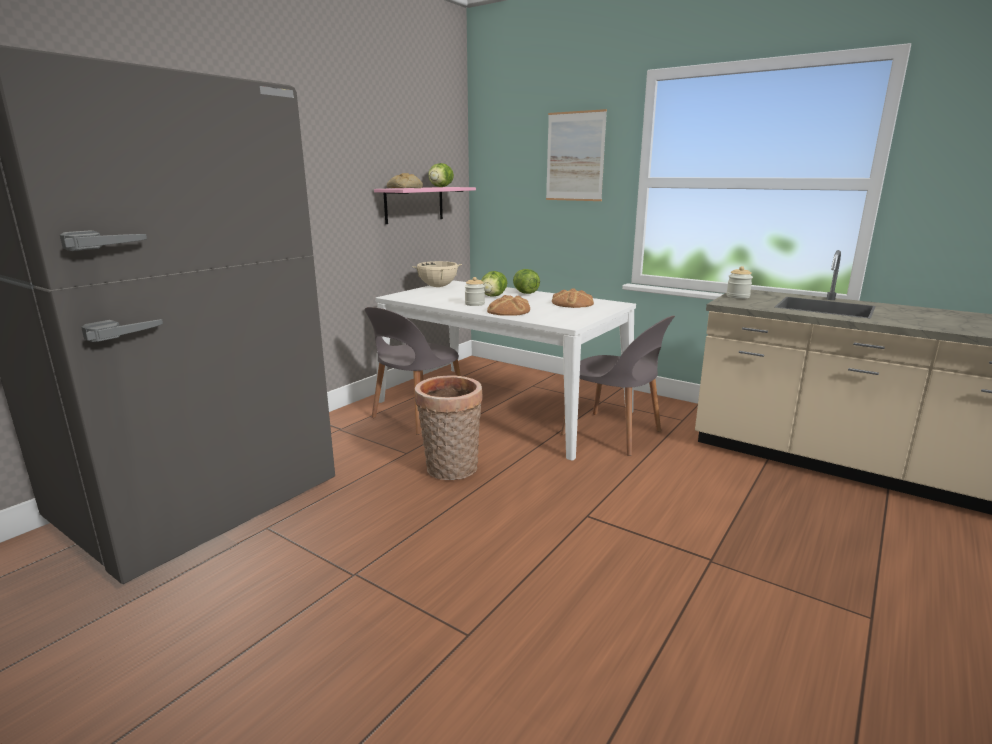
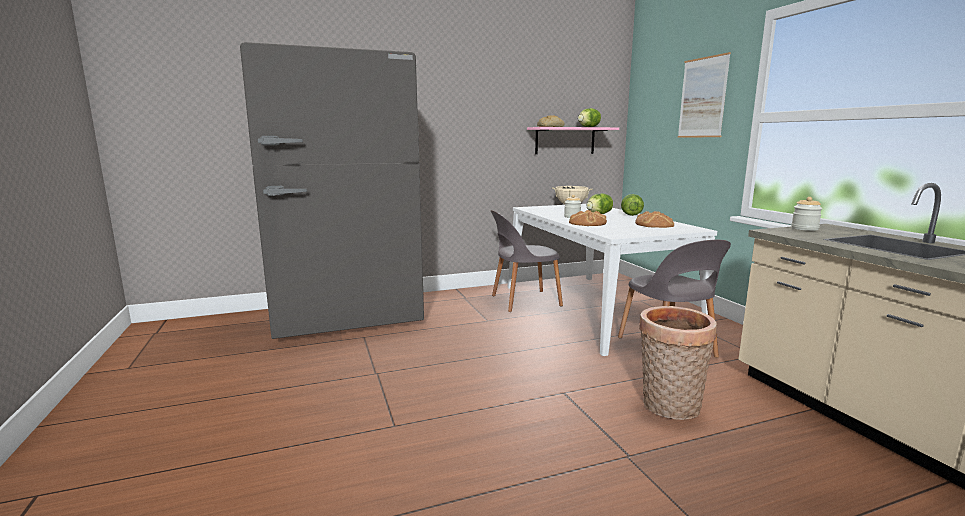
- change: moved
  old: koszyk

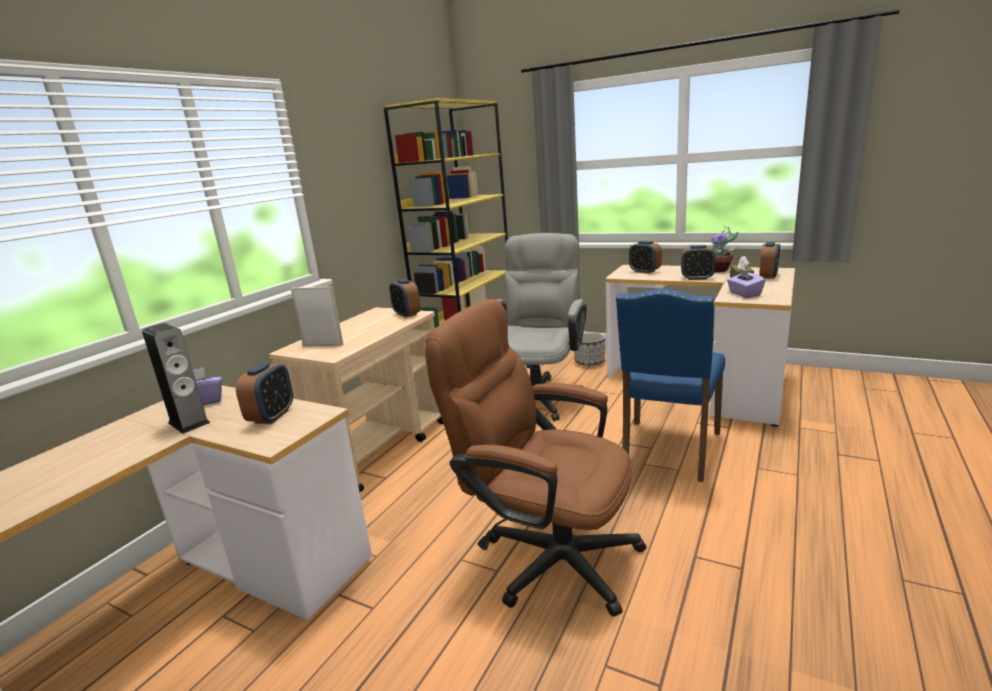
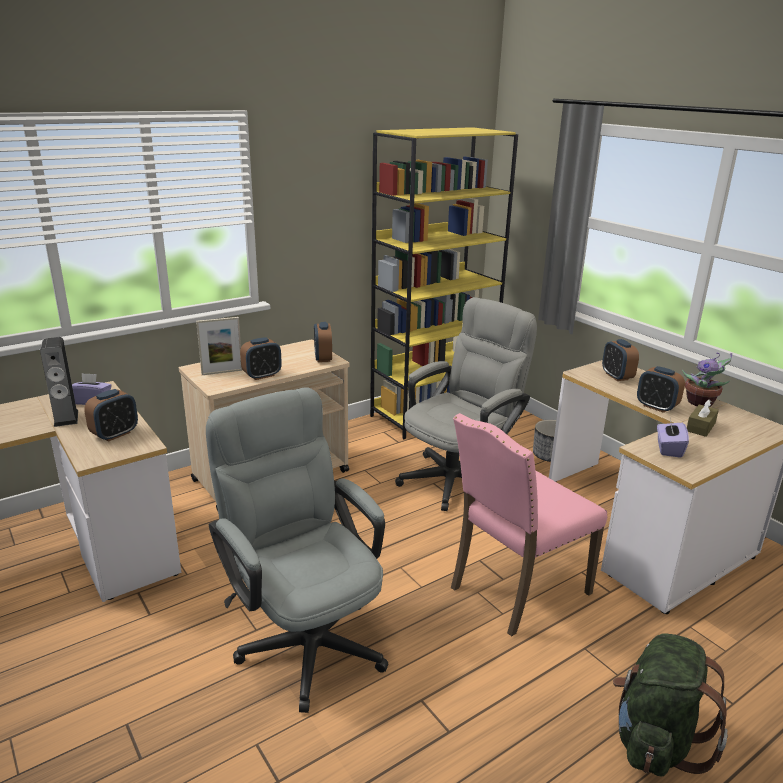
- change: turned
  old: ramka na zdjęcie
  degrees: 120
- change: recoloured
  old: krzesło biurowe/brązowy
  new: krzesło biurowe/szary (1st from left)
- change: recoloured
  old: krzesło/niebieski
  new: krzesło/różowy
- change: moved
  old: budzik (5th from left in the first image)
  new: budzik (2nd from left)
- change: added
  new: plecak/zielony

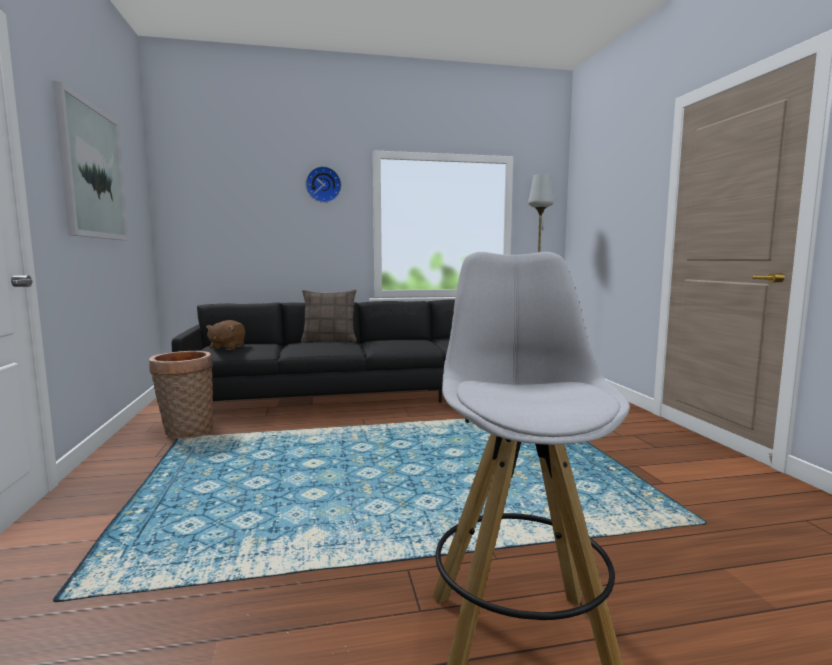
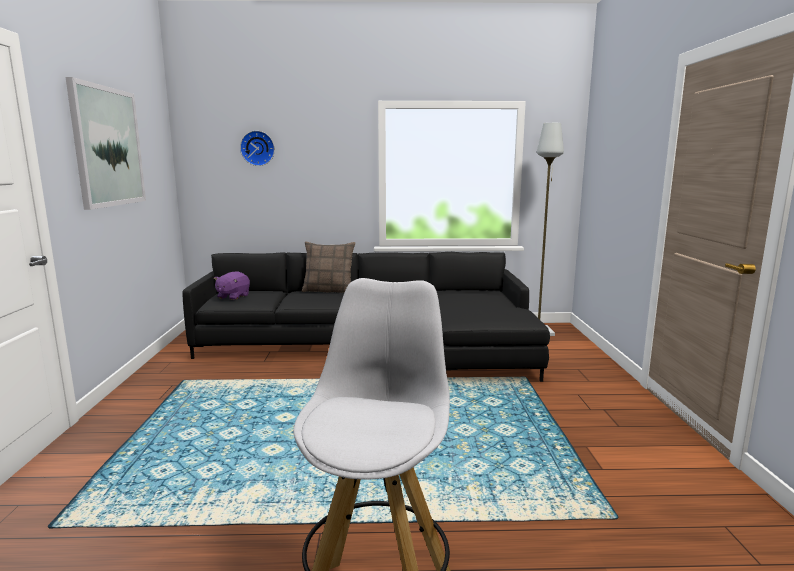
- change: removed
  old: koszyk
- change: recoloured
  old: pluszak/brązowy
  new: pluszak/fioletowy
- change: moved
  old: zegar ścienny

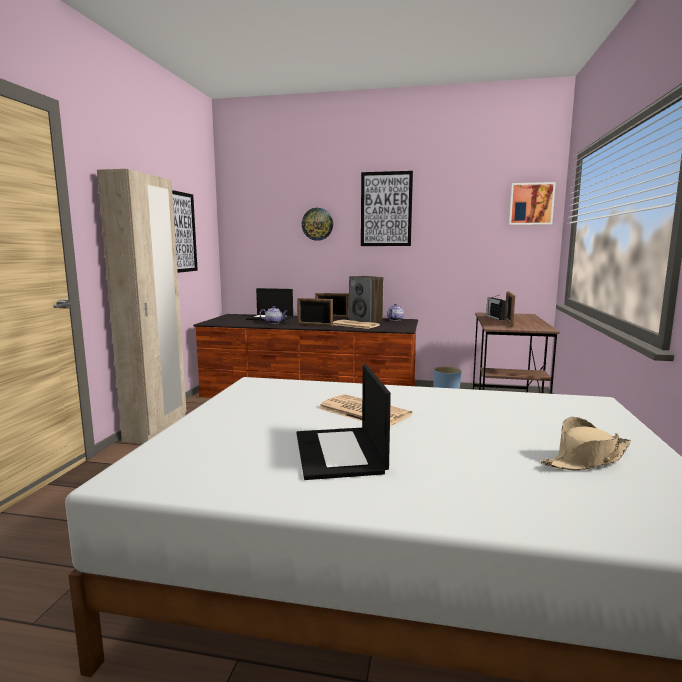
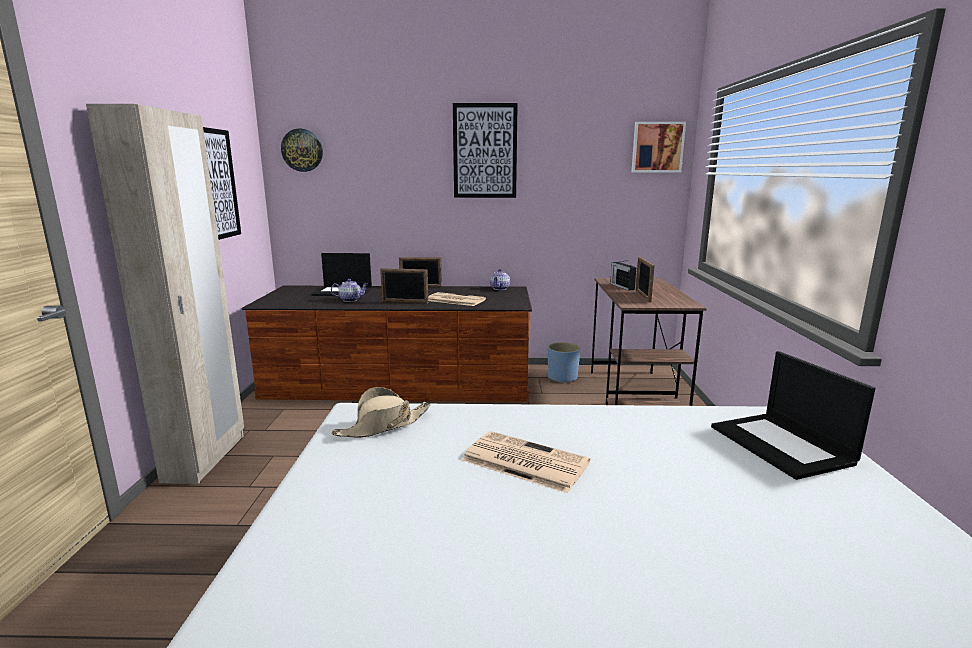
- change: moved
  old: laptop (2nd from left)
- change: moved
  old: zegar ścienny
- change: removed
  old: głośnik
- change: moved
  old: kapelusz/beżowy

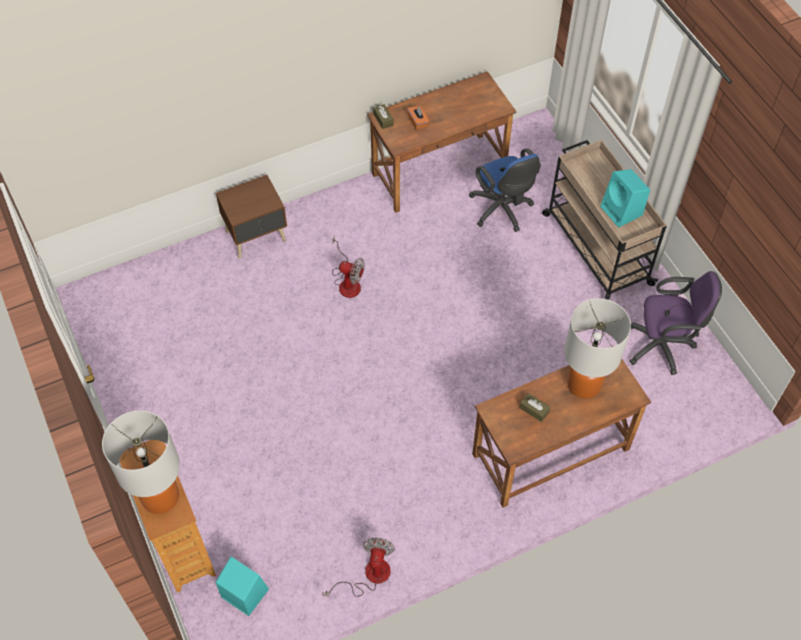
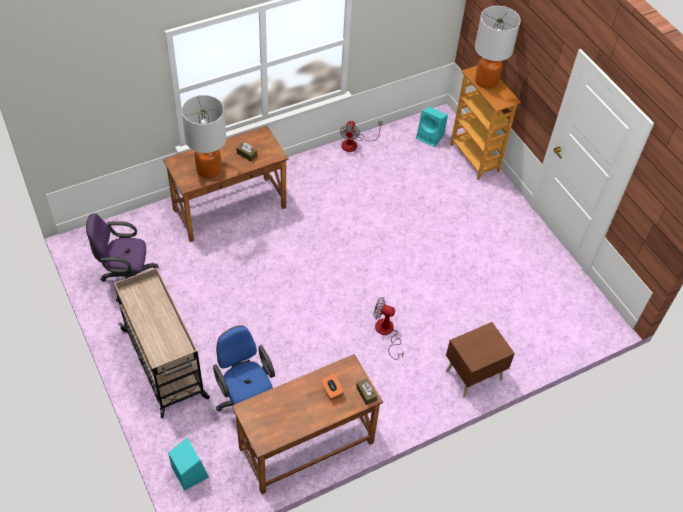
- change: moved
  old: głośnik/turkusowy (2nd from left in the first image)
  new: głośnik/turkusowy (1st from left)

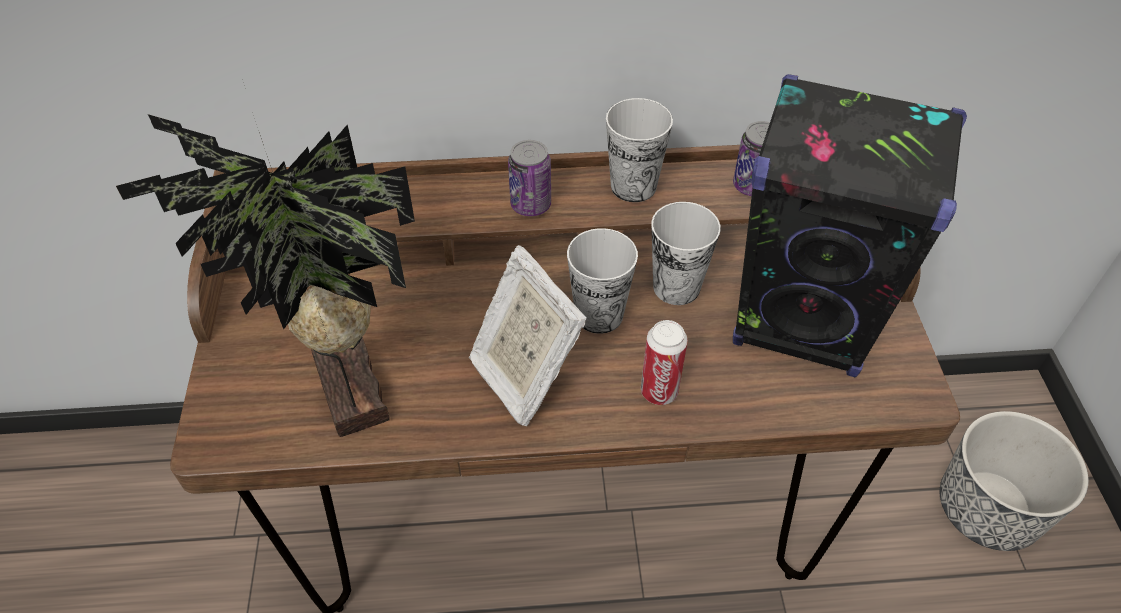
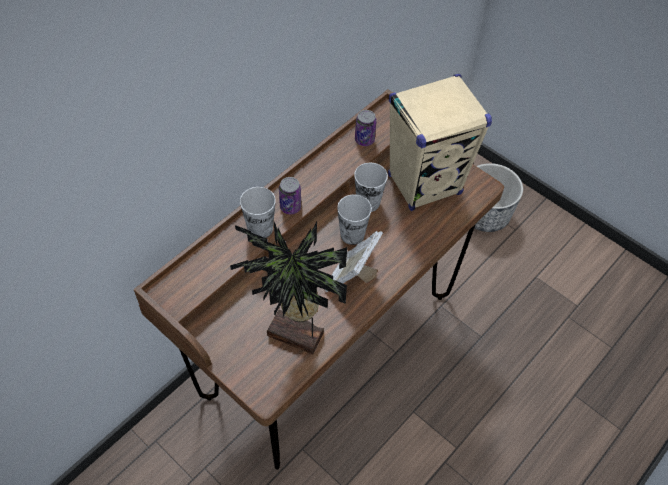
- change: turned
  old: ramka na zdjęcie
  degrees: 105
- change: moved
  old: filiżanka (2nd from left in the first image)
  new: filiżanka (1st from left)
- change: removed
  old: puszka (2nd from left)
- change: recoloured
  old: głośnik/czarny
  new: głośnik/beżowy

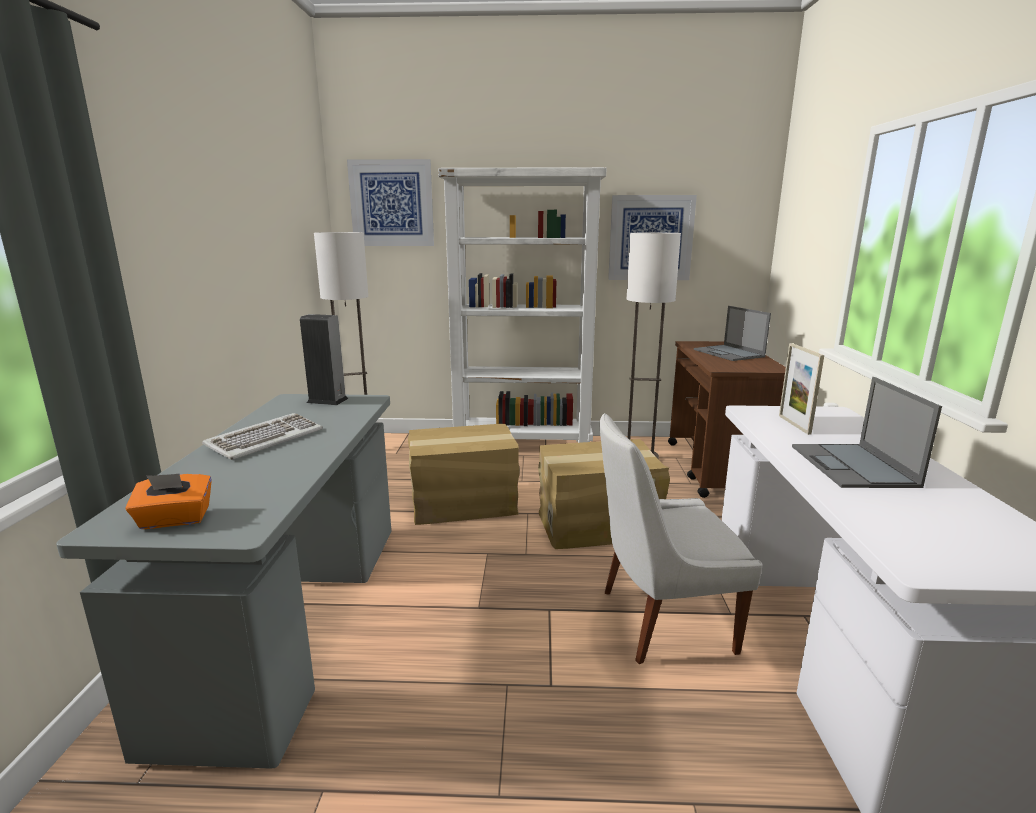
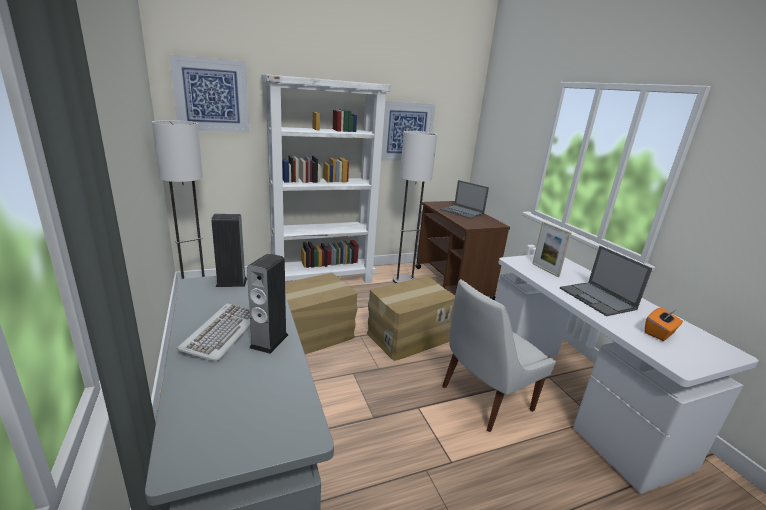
- change: moved
  old: pudełko chusteczek/pomarańczowy
- change: added
  new: głośnik (2nd from left)

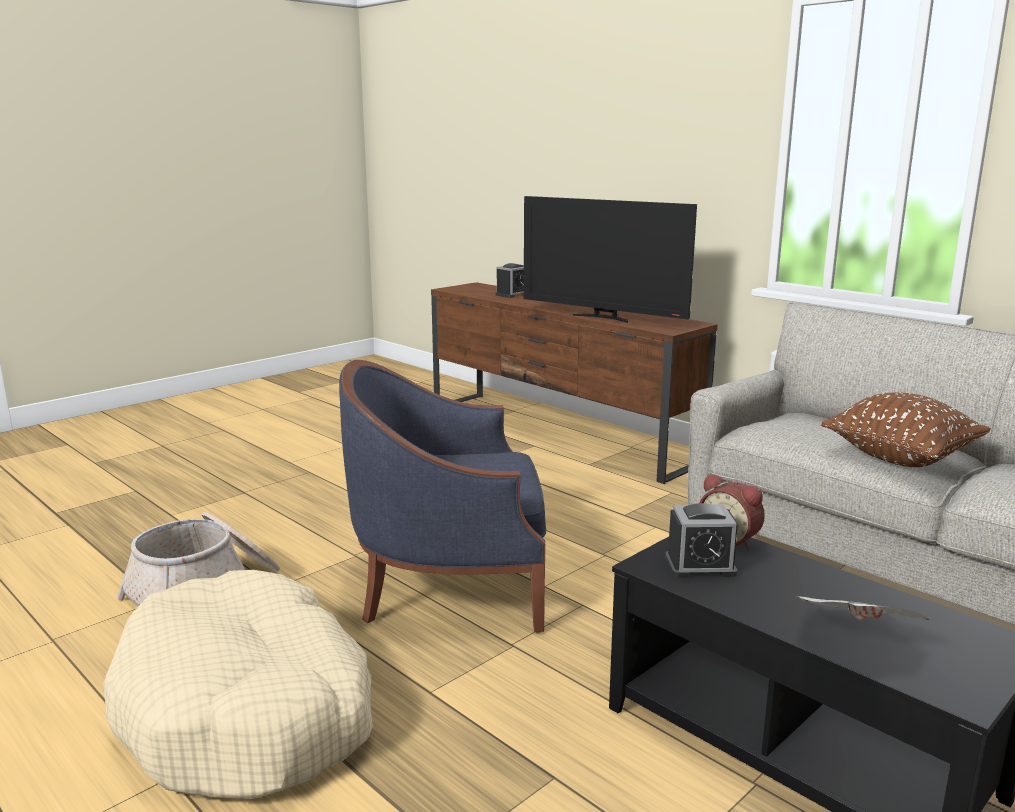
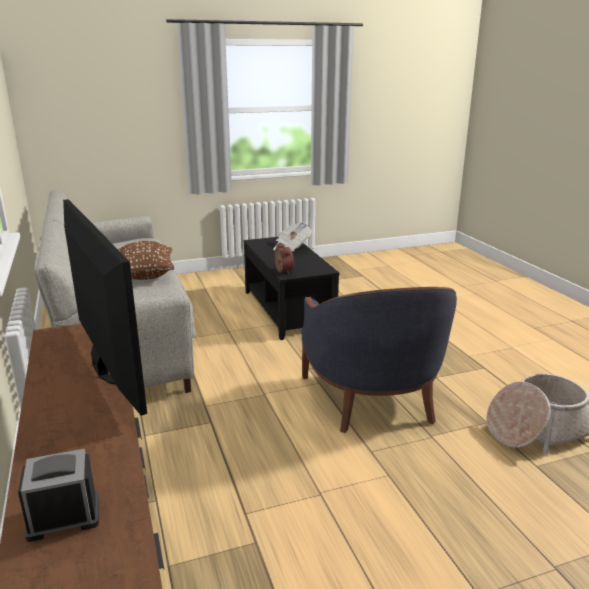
- change: removed
  old: legowisko/beżowy
- change: turned
  old: fotel/niebieski
  degrees: 60
- change: removed
  old: budzik (2nd from left)

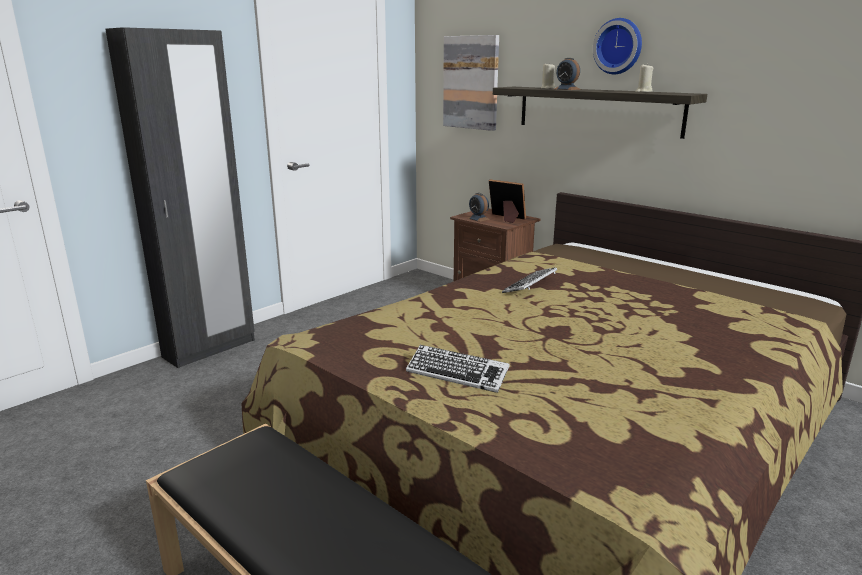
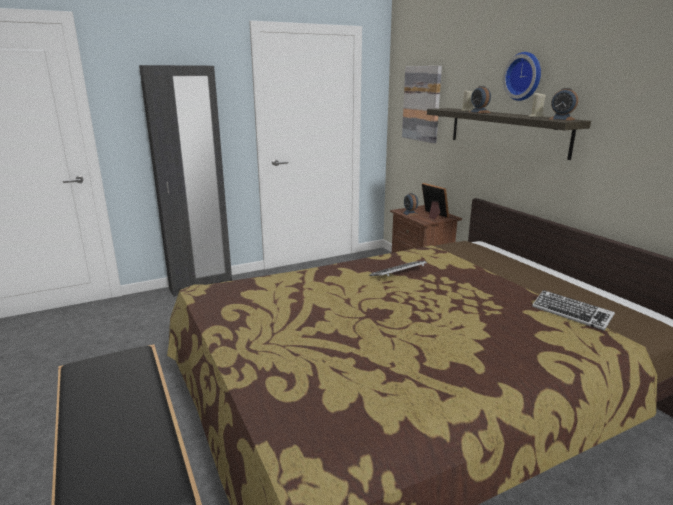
- change: moved
  old: klawiatura (1st from left in the first image)
  new: klawiatura (2nd from left)
- change: added
  new: budzik (3rd from left)

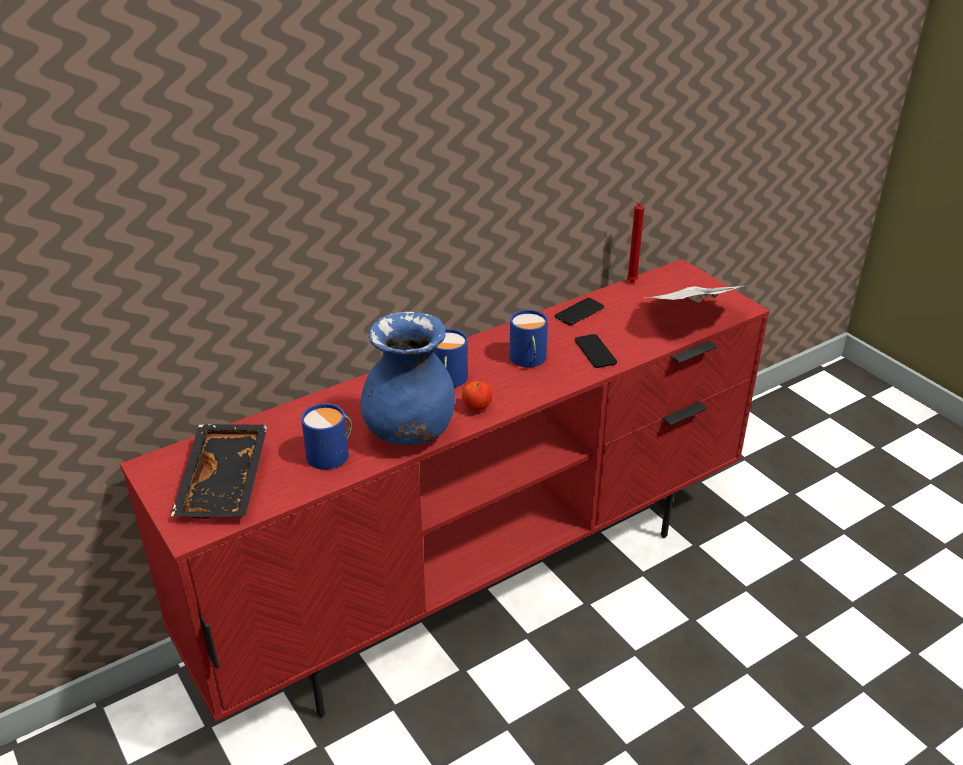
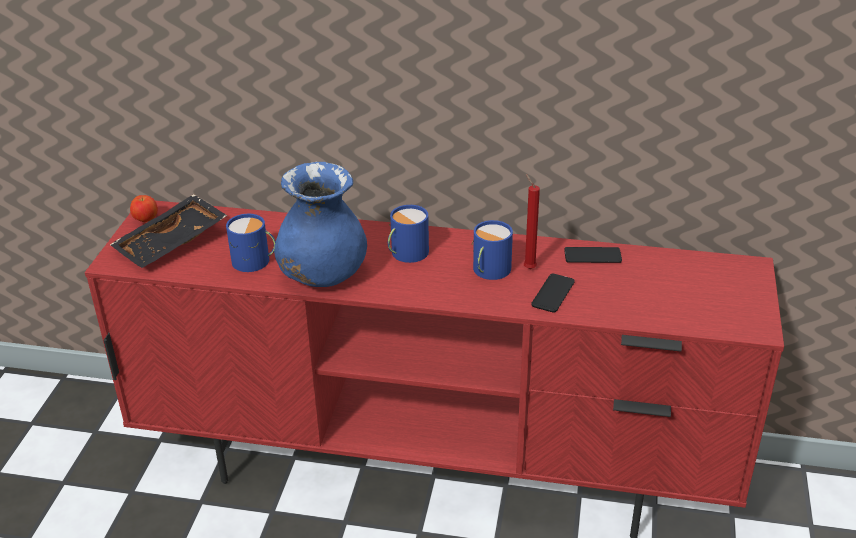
- change: moved
  old: jabłko
- change: moved
  old: świeca/czerwony
- change: removed
  old: gazeta

